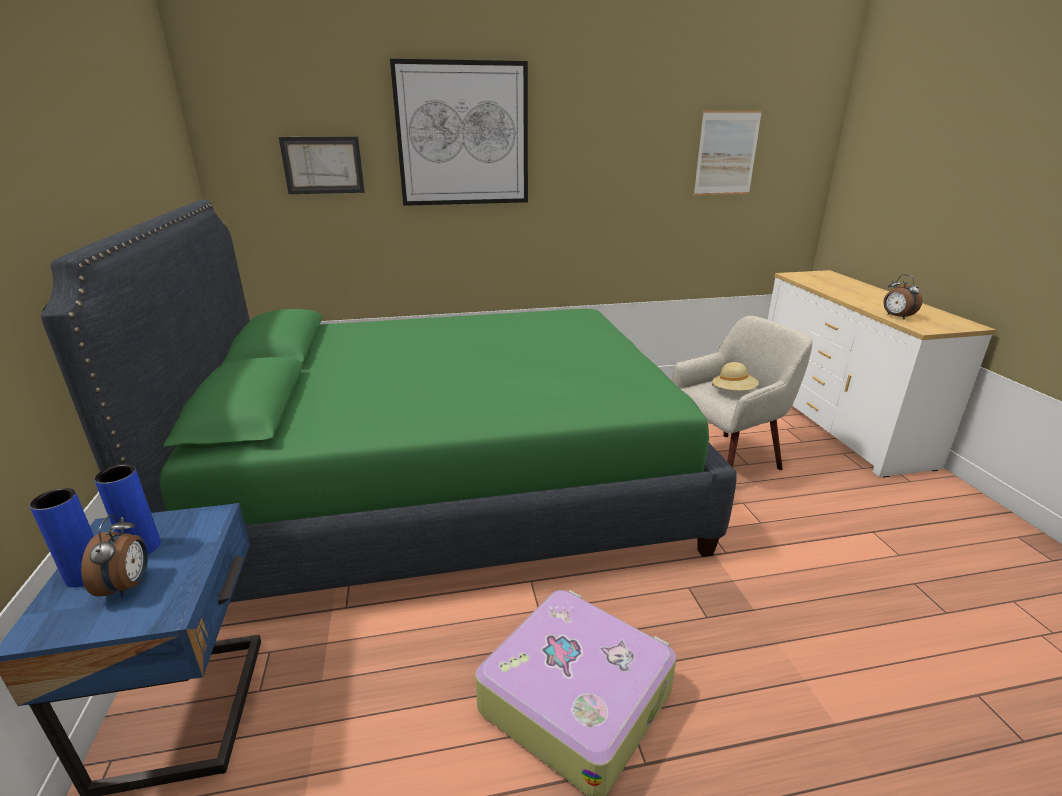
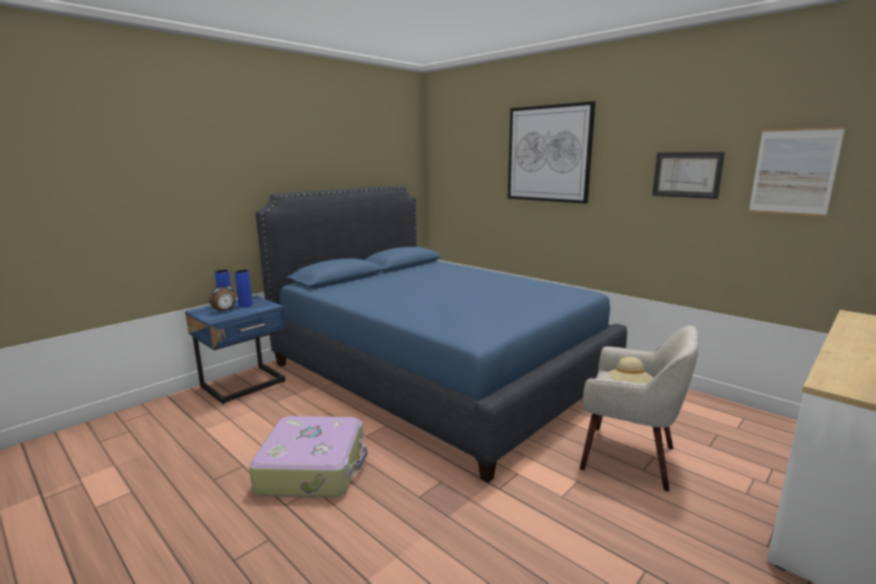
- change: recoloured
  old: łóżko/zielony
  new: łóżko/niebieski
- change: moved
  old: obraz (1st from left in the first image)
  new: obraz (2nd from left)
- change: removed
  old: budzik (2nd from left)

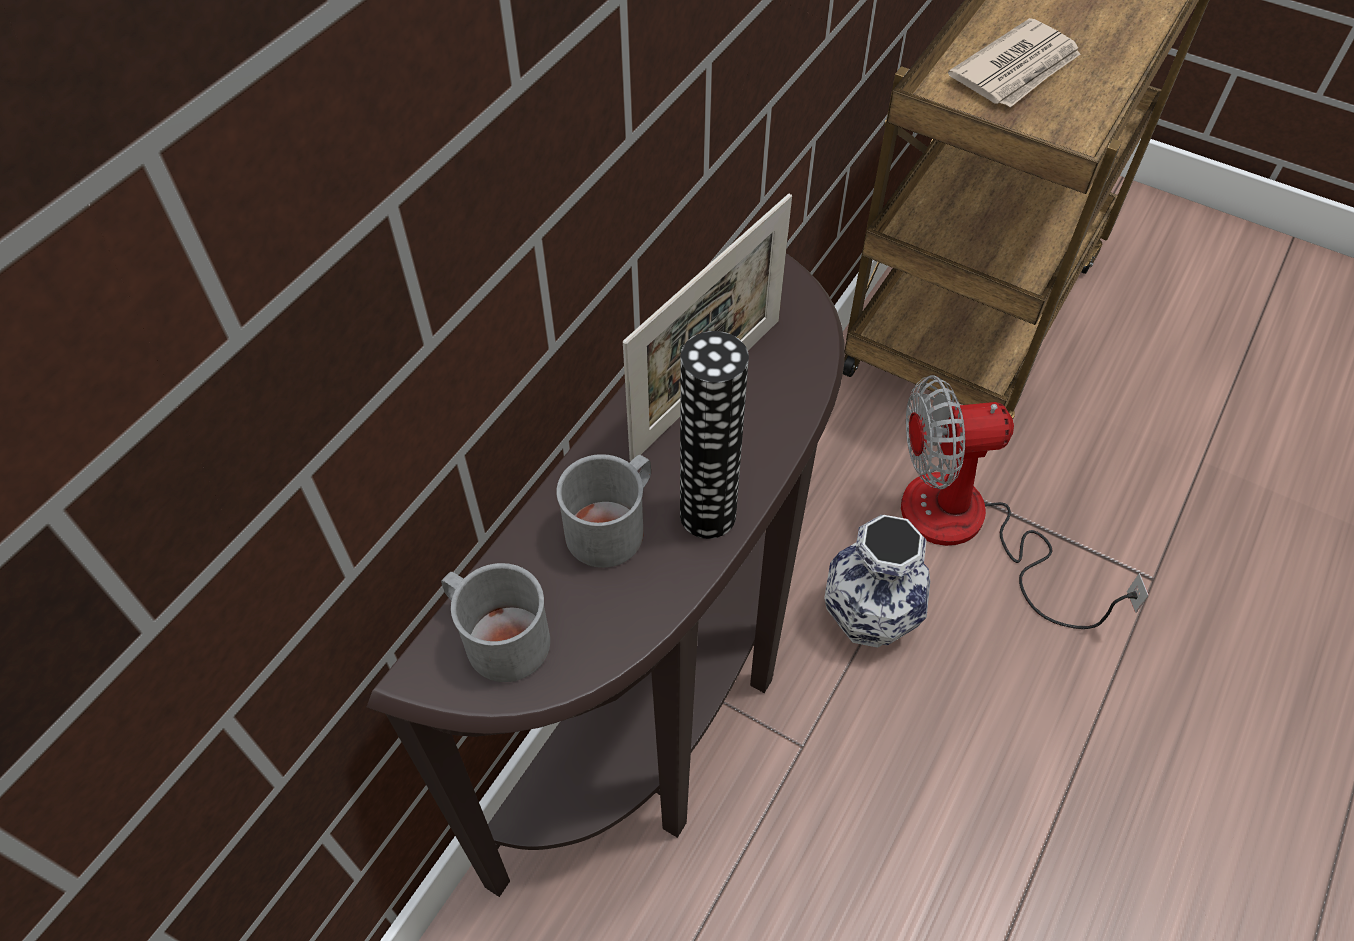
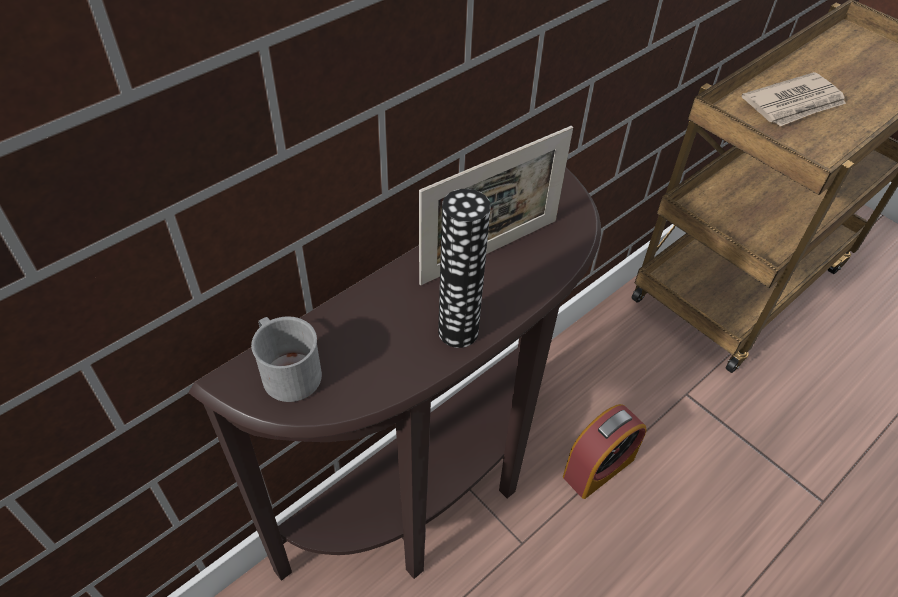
- change: removed
  old: kubek/szary (2nd from left)
- change: replaced
  old: wazon (2nd from left)
  new: budzik
- change: removed
  old: wentylator

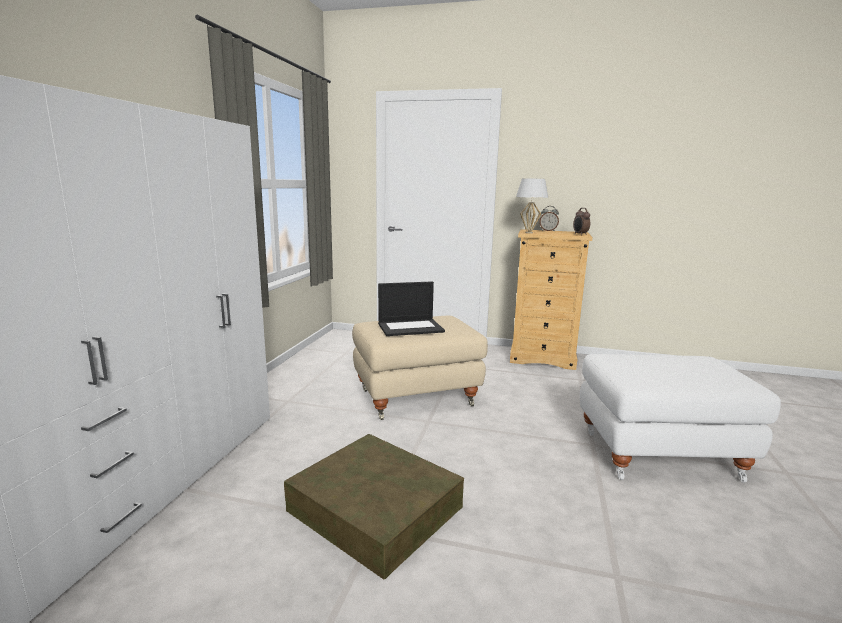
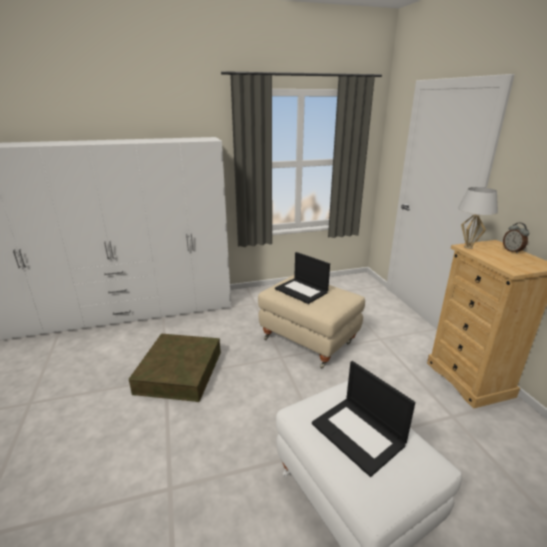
- change: removed
  old: budzik (2nd from left)
- change: added
  new: laptop (2nd from left)

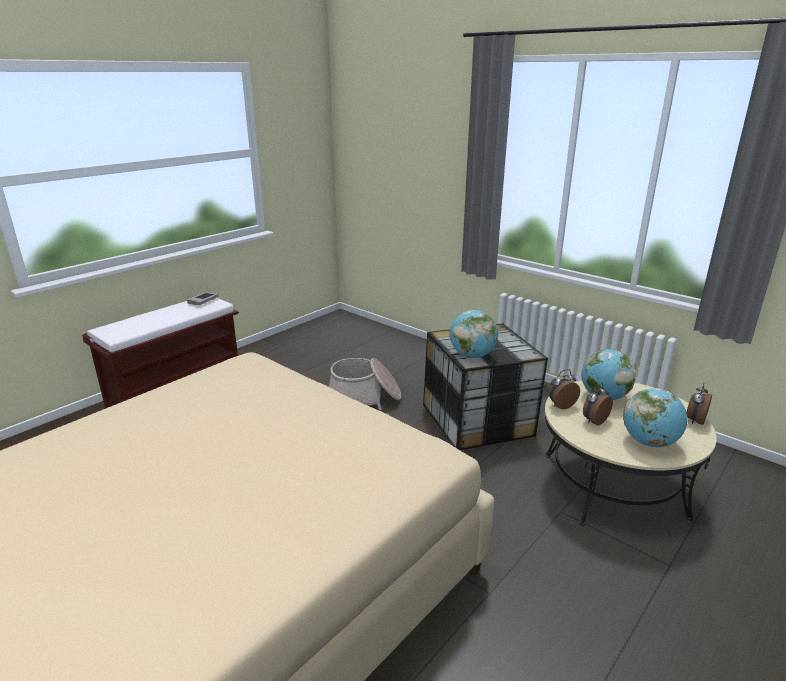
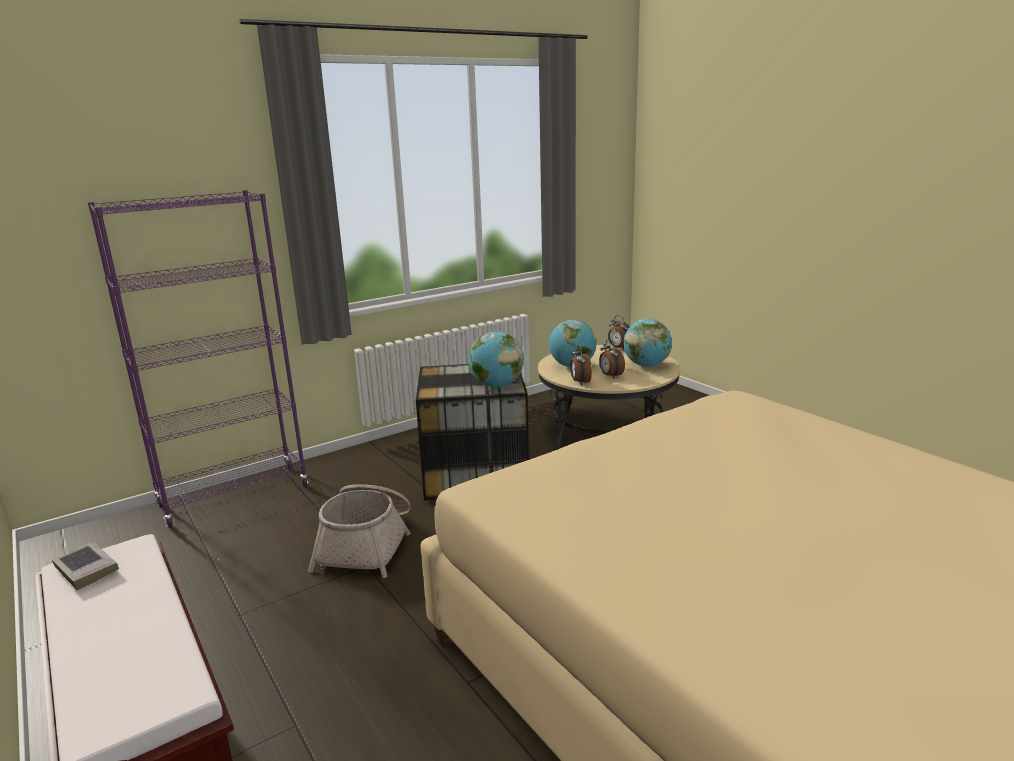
- change: added
  new: regał/fioletowy

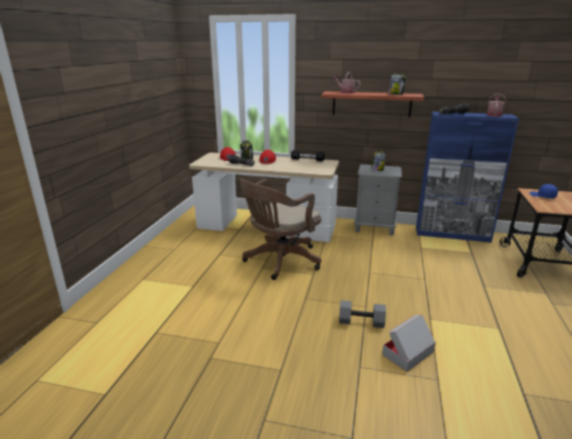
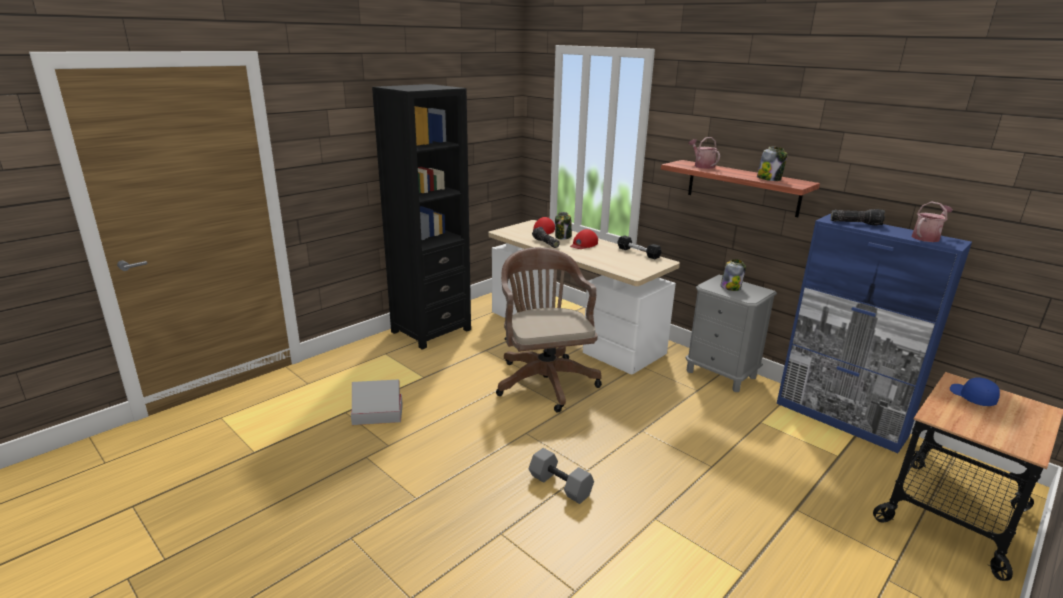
- change: turned
  old: krzesło biurowe/brązowy
  degrees: 90
- change: moved
  old: karton
- change: added
  new: regał/czarny

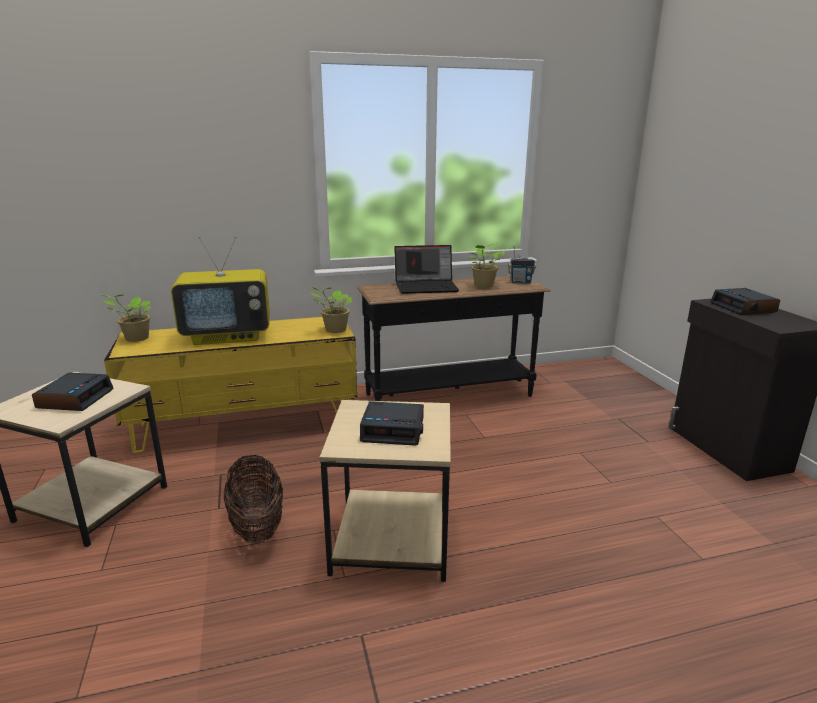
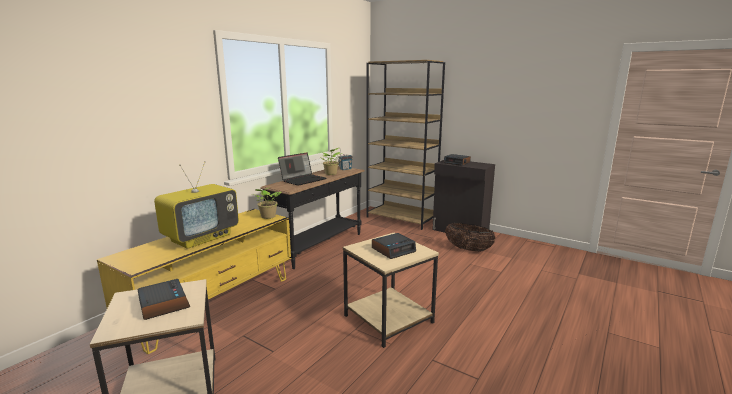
- change: removed
  old: roślina doniczkowa (1st from left)
- change: moved
  old: koszyk
- change: added
  new: regał/brązowy

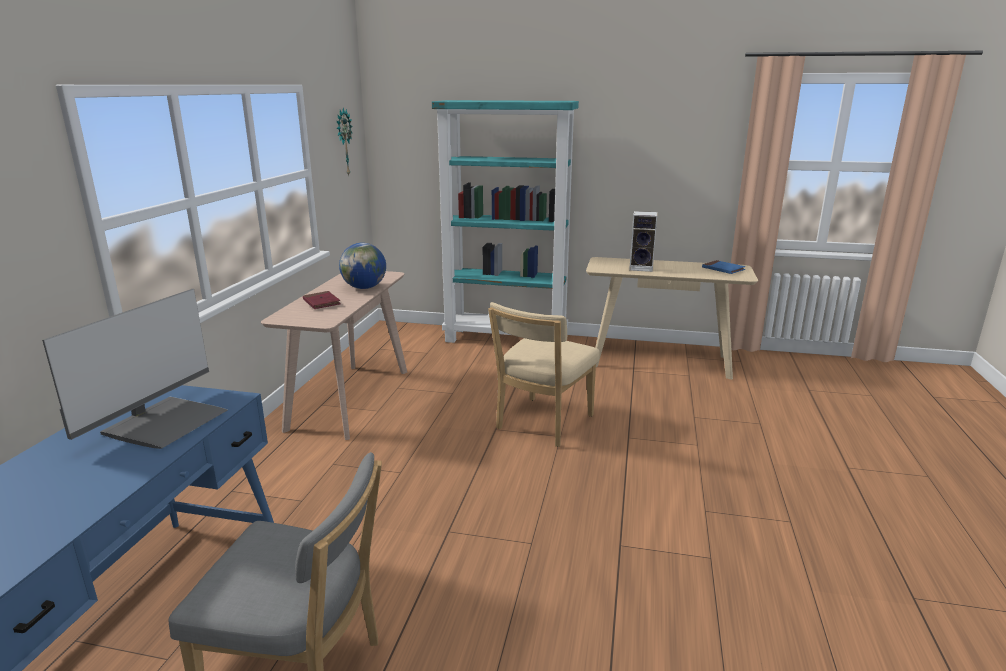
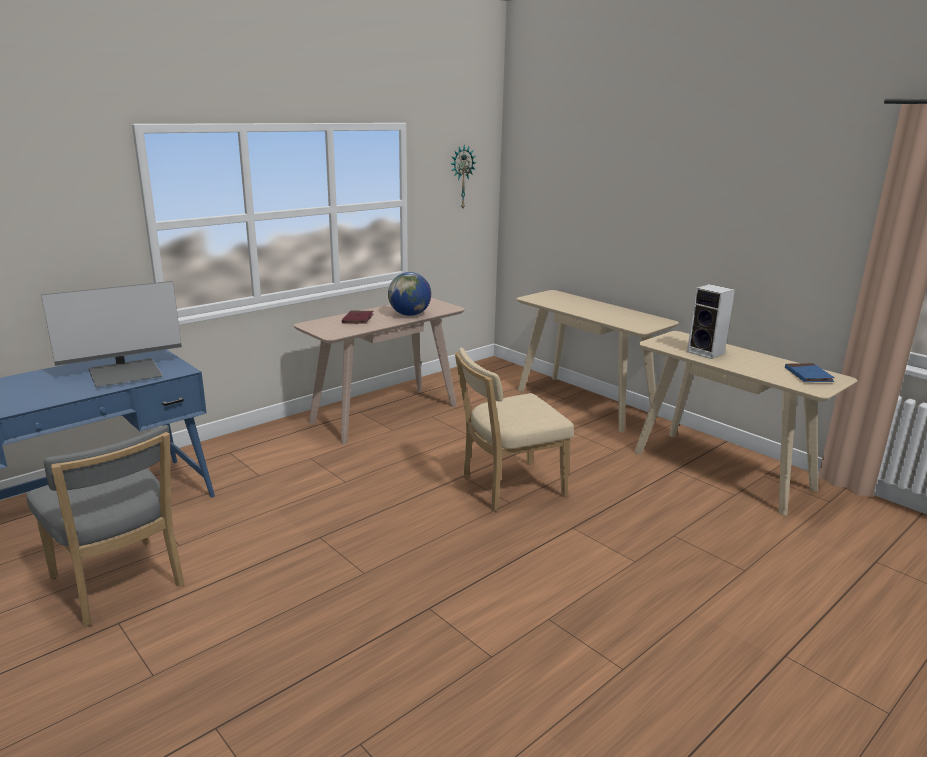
- change: replaced
  old: regał/turkusowy
  new: stolik konsolowy/beżowy (2nd from left)

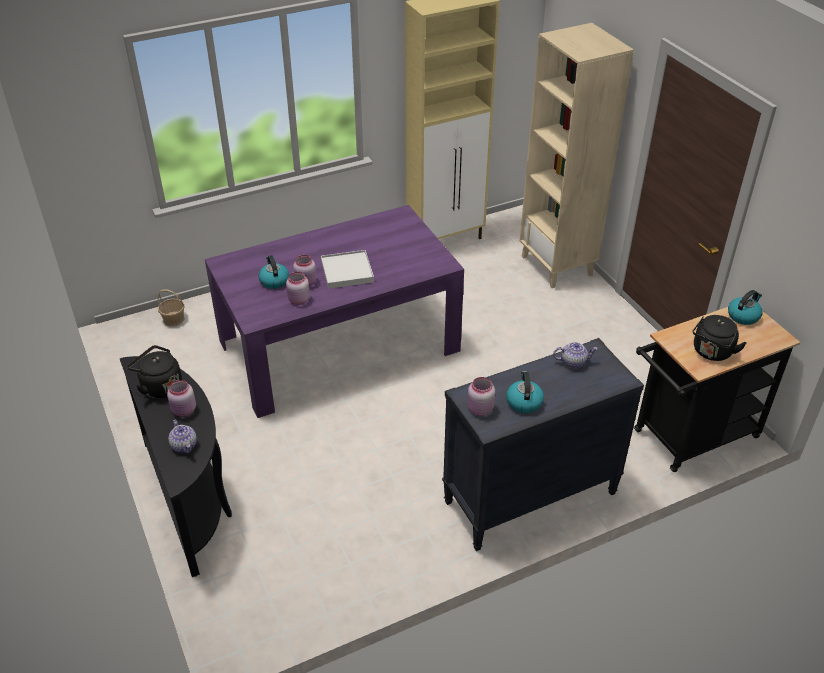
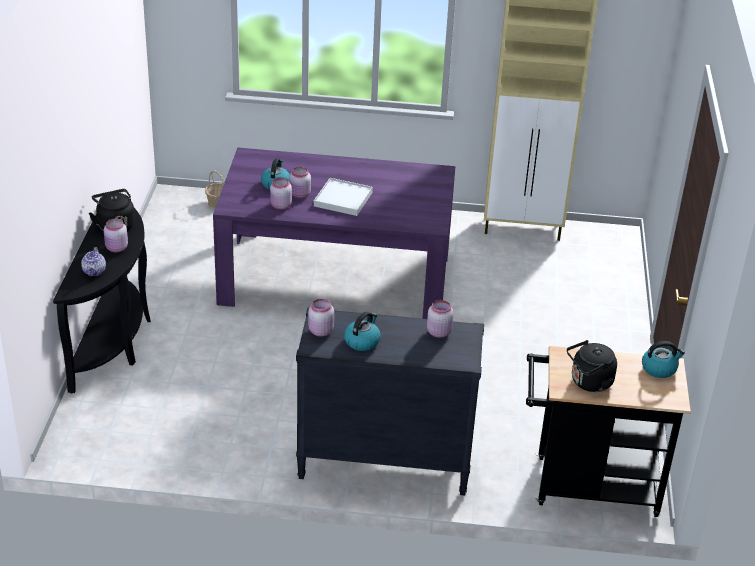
- change: removed
  old: regał/beżowy
- change: replaced
  old: imbryk (2nd from left)
  new: słoik/różowy (5th from left)

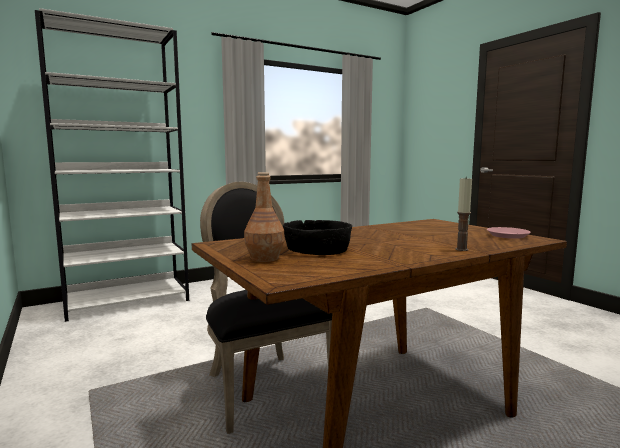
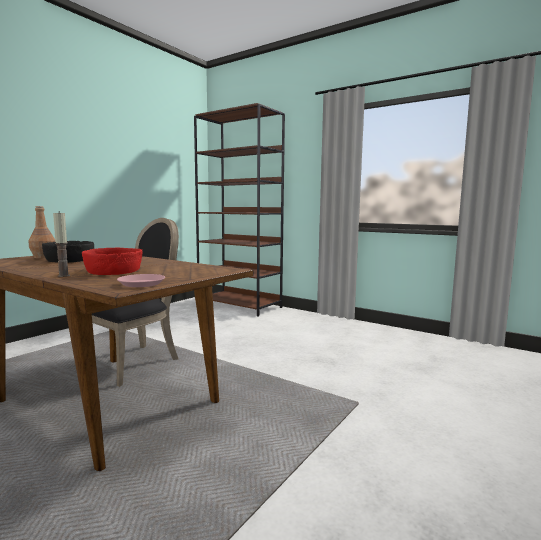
- change: recoloured
  old: regał/biały
  new: regał/brązowy
- change: added
  new: miska/czerwony

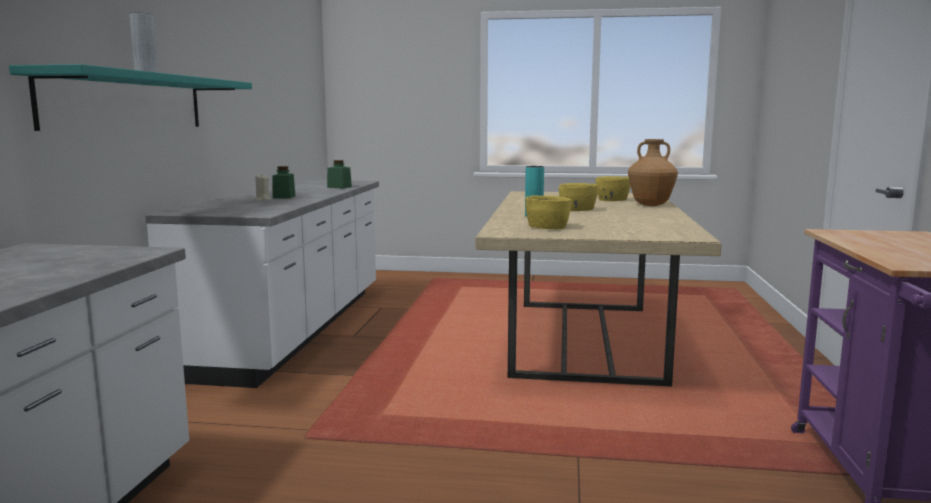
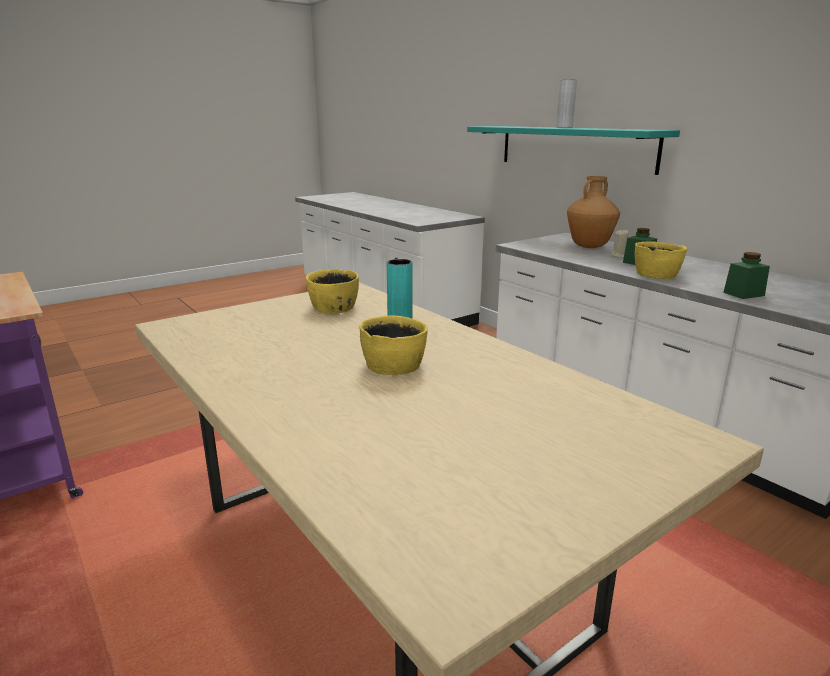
- change: moved
  old: miska/żółty (3rd from left)
- change: moved
  old: wazon/brązowy

